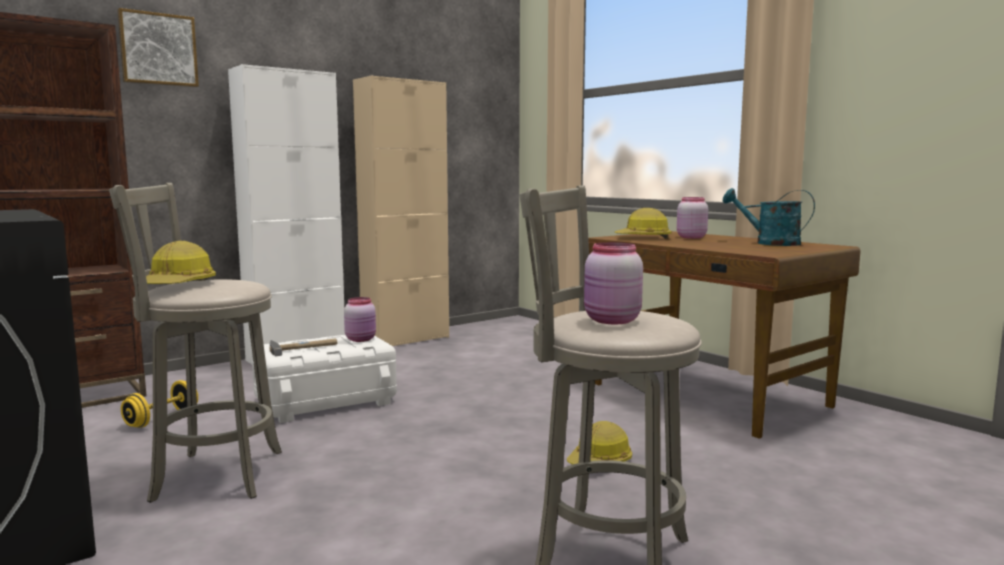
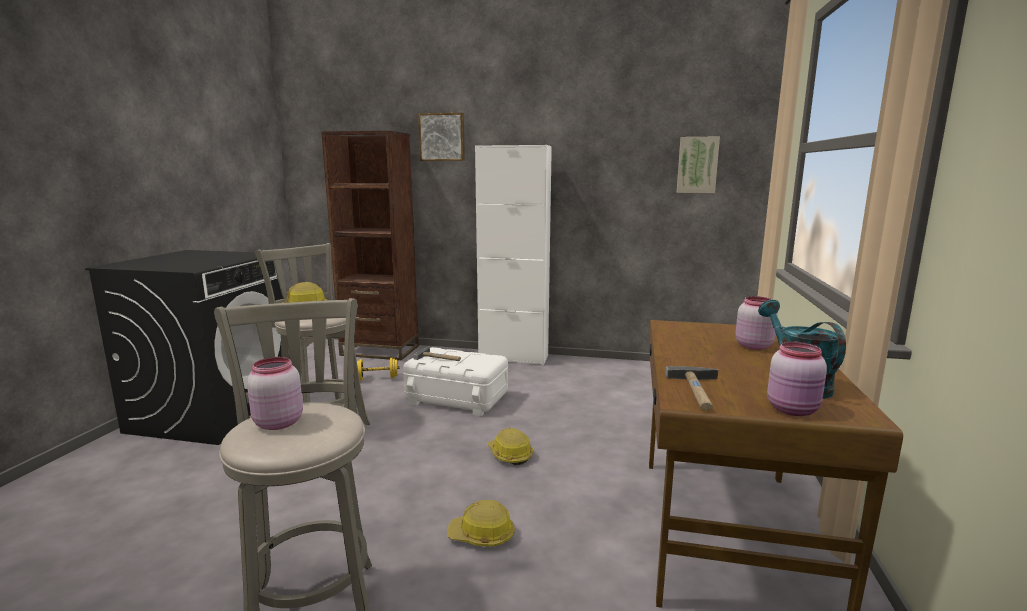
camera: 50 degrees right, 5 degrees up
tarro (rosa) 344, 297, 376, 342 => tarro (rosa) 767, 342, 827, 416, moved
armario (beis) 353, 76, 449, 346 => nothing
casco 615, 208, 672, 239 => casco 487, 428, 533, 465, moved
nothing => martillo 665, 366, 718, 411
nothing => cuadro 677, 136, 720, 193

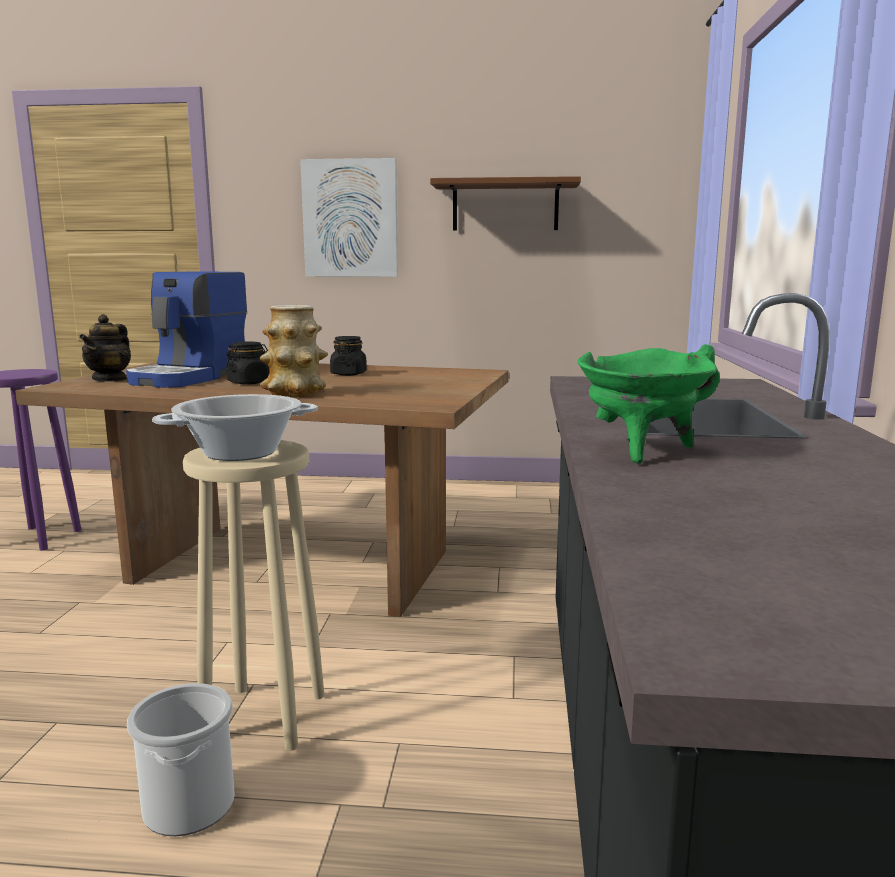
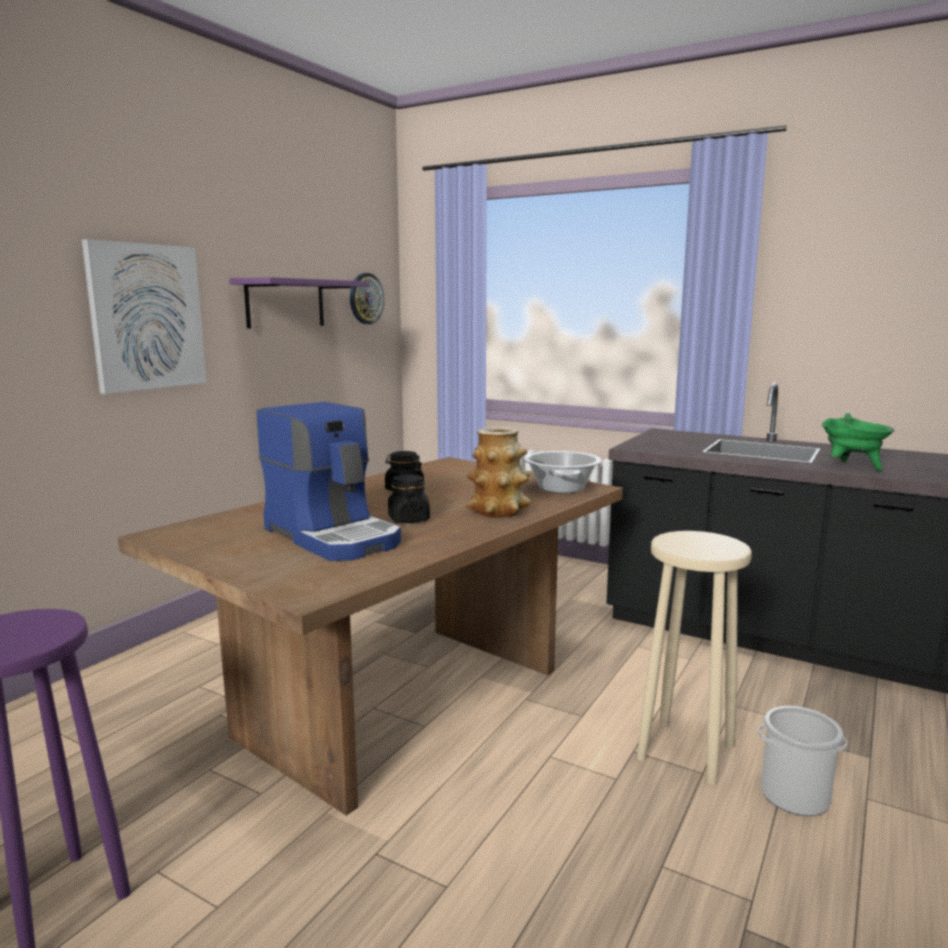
camera: 65 degrees left, 0 degrees up
tetera 79, 314, 131, 382 => nothing
olla 152, 394, 318, 461 => olla 524, 451, 602, 493, moved
estante (marrón) 430, 176, 581, 231 => estante (morado) 229, 277, 370, 329
nothing => reloj de pared 350, 273, 384, 324

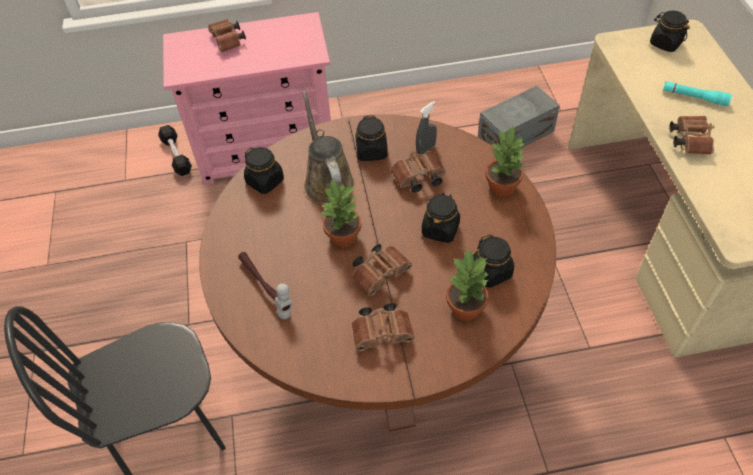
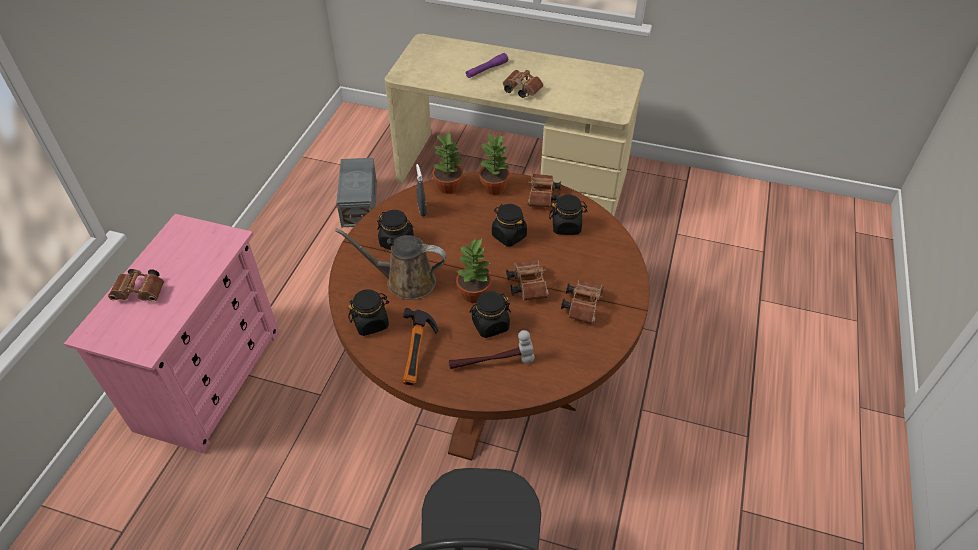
camera: 65 degrees left, 5 degrees down
mancuerna (negro) 158, 125, 192, 176 => nothing
prismáticos (marrón) 390, 151, 446, 193 => prismáticos (marrón) 528, 174, 561, 207, moved
planta en maceta 446, 249, 489, 321 => planta en maceta 432, 132, 463, 194, moved
tarro (negro) 650, 11, 690, 52 => tarro (negro) 469, 291, 511, 338, moved
linterna (turquesa) 663, 81, 732, 106 => linterna (morado) 466, 53, 508, 78
nothing => martillo 402, 308, 439, 386

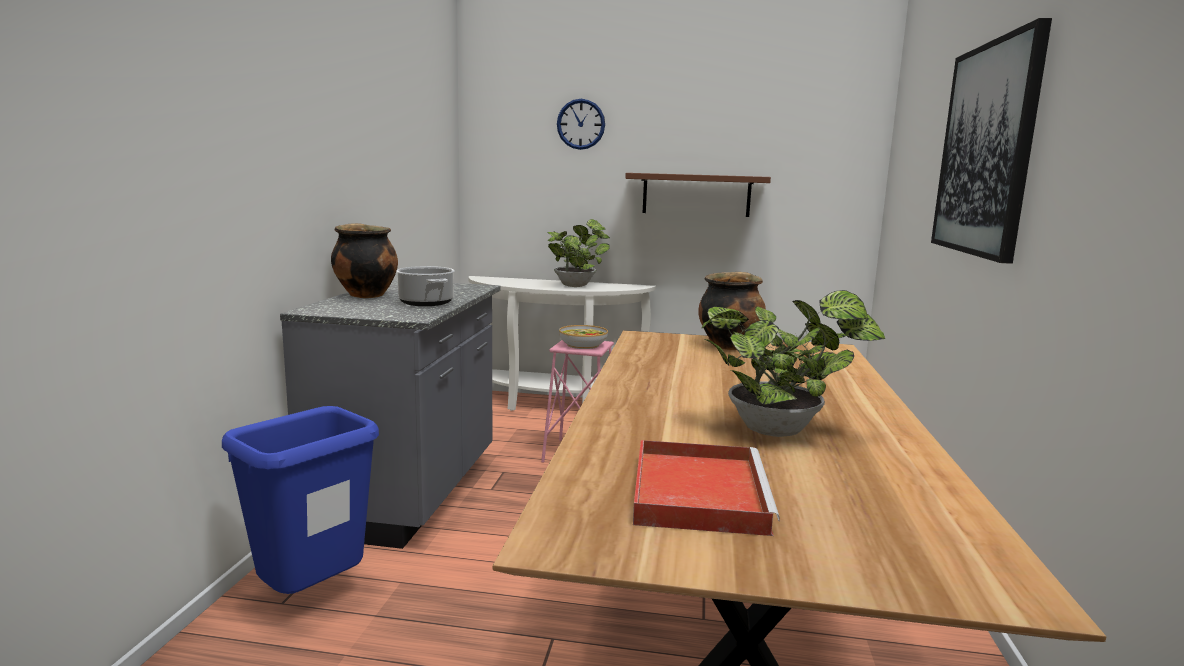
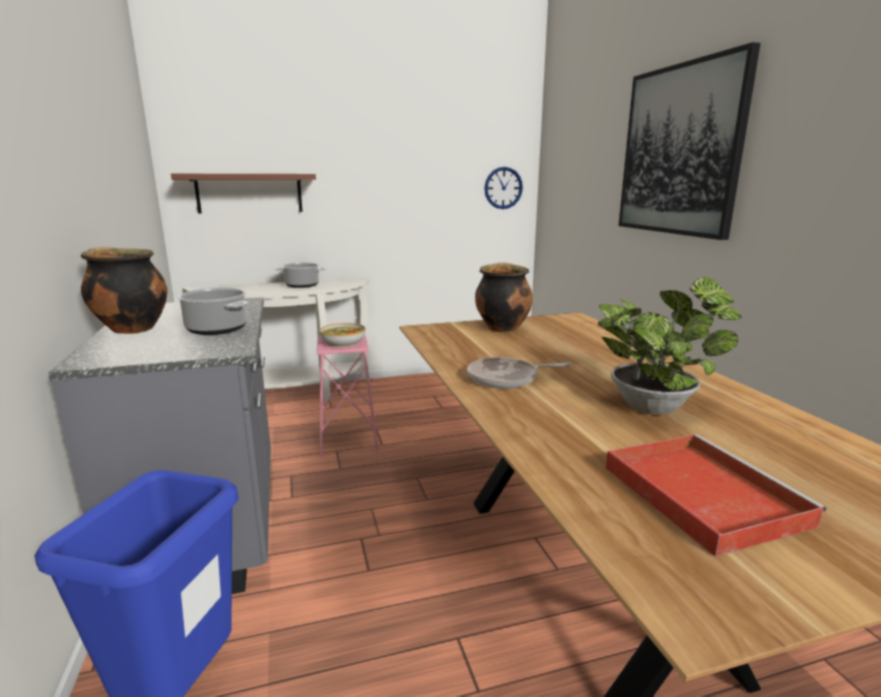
camera: 25 degrees left, 5 degrees up
planta en maceta 547, 219, 610, 287 => olla 275, 263, 326, 288
reloj de pared 557, 99, 605, 150 => reloj de pared 484, 167, 523, 209, moved
estante (marrón) 625, 173, 771, 217 => estante (marrón) 171, 174, 316, 213, moved
nothing => sartén 467, 357, 572, 389

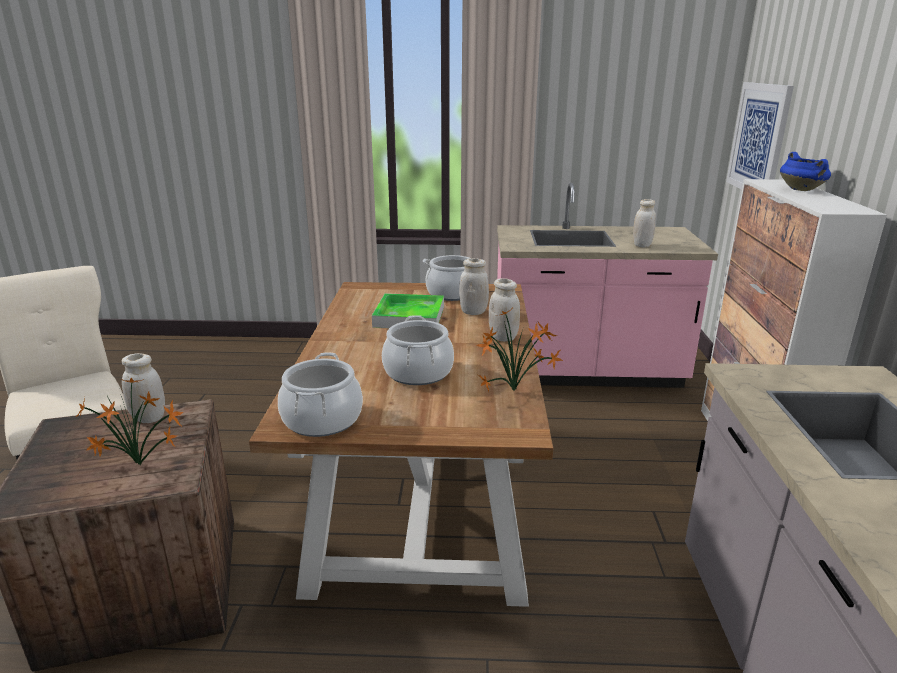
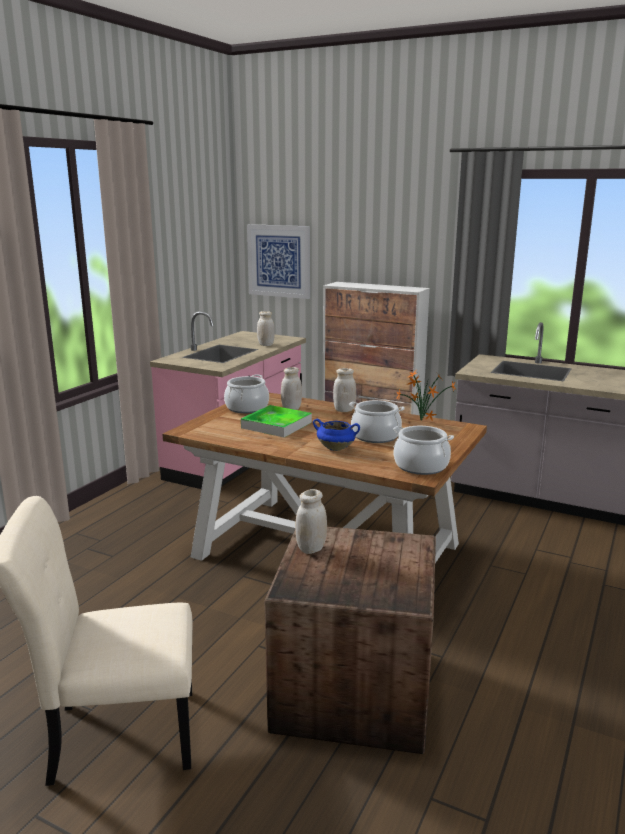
camera: 65 degrees left, 5 degrees down
planta en maceta 76, 378, 184, 465 => nothing
olla (azul) 780, 152, 831, 191 => olla (azul) 313, 419, 360, 451, moved

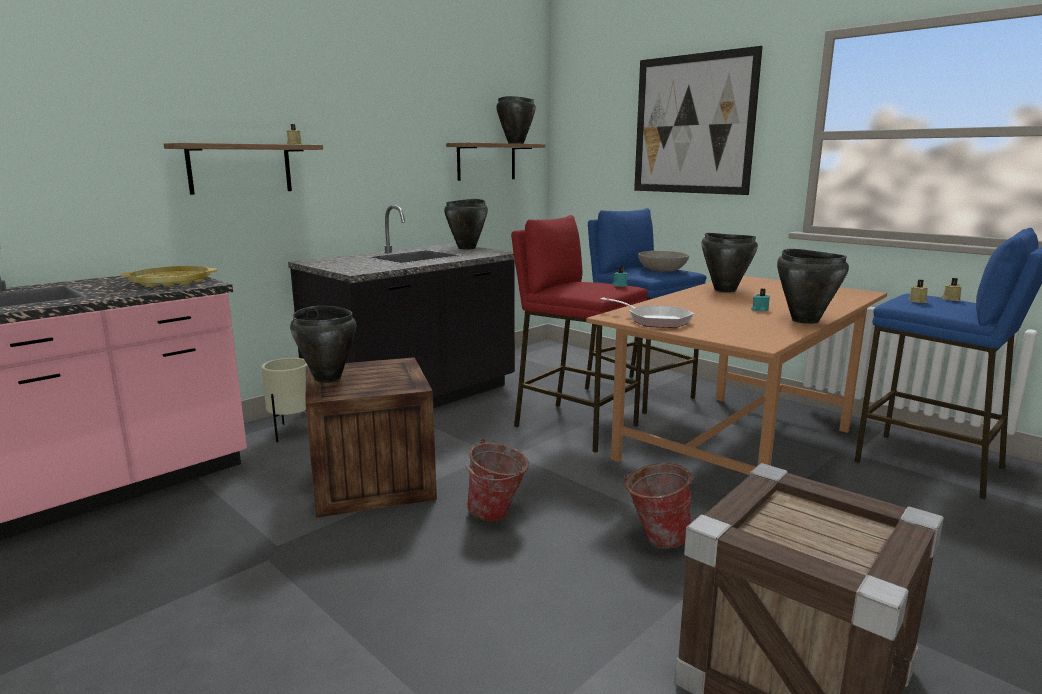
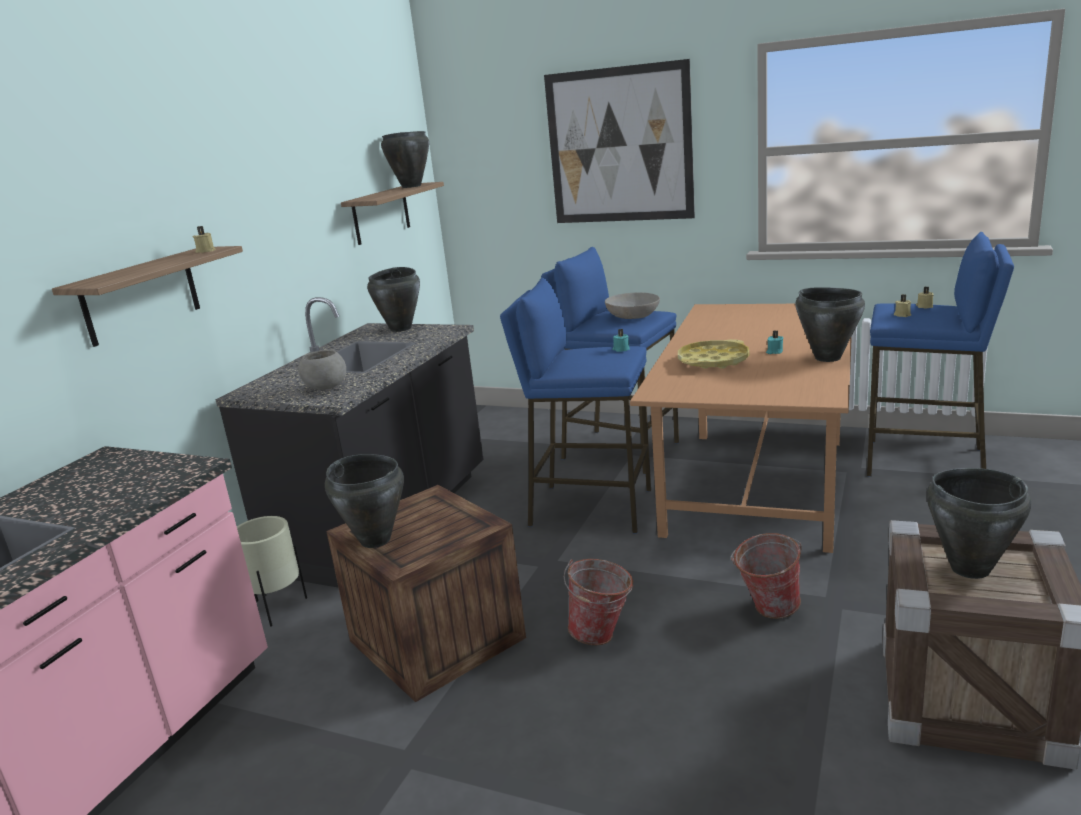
camera: 20 degrees left, 5 degrees up
bandeja (amarillo) 120, 266, 217, 287 => bandeja (amarillo) 678, 339, 750, 369, moved
taburete (rojo) 511, 215, 648, 453 => taburete (azul) 500, 278, 651, 534
sartén 600, 297, 694, 328 => nothing
olla (negro) 702, 233, 758, 293 => olla (negro) 926, 468, 1031, 579, moved
nothing => cuenco (gris) 298, 350, 346, 390

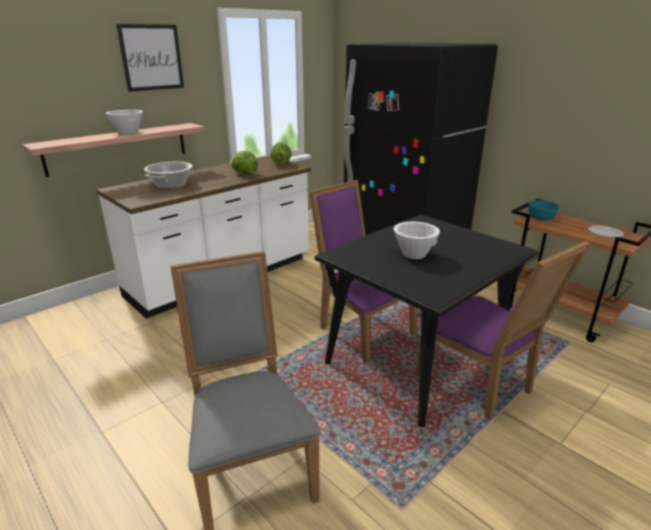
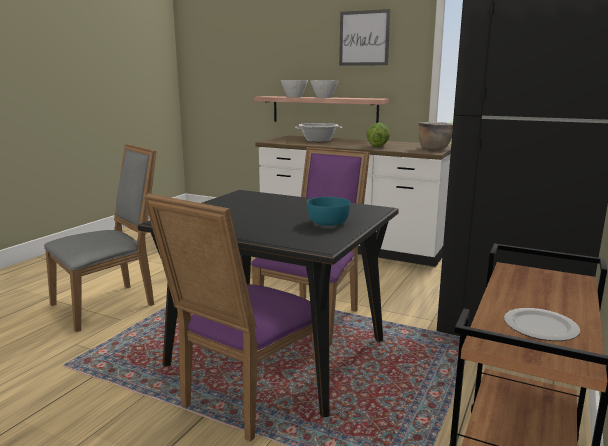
camera: 70 degrees right, 10 degrees down
lechuga 270, 142, 292, 165 => olla (marrón) 418, 122, 453, 150
cuenco (blanco) 393, 222, 440, 259 => cuenco (blanco) 281, 80, 308, 97, moved
cuenco (turquesa) 528, 200, 559, 221 => cuenco (turquesa) 307, 197, 351, 226, moved

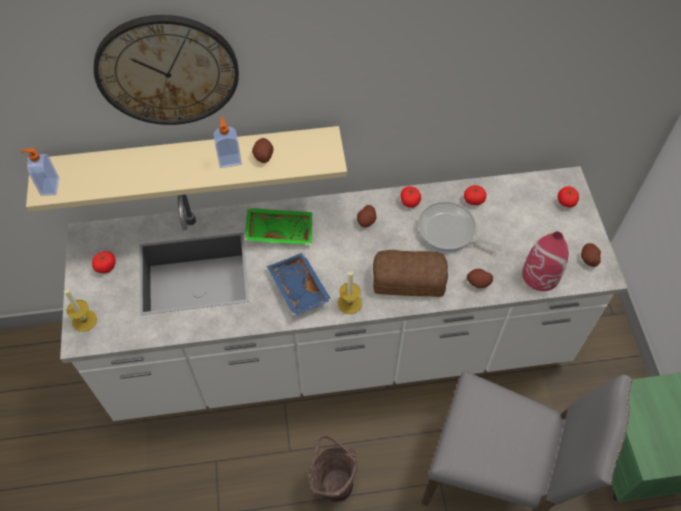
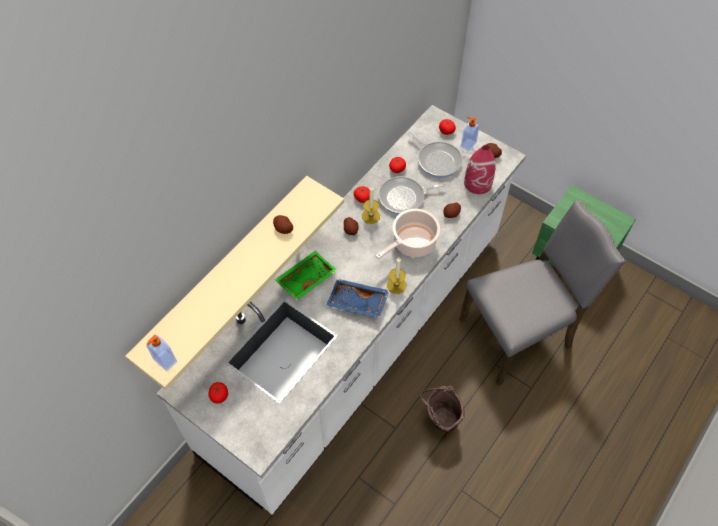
camera: 45 degrees left, 0 degrees up
vela 64, 287, 97, 332 => vela 362, 186, 380, 224, moved
reloj de pared 94, 15, 239, 125 => nothing
dispensador de jabón 213, 117, 242, 168 => dispensador de jabón 461, 117, 480, 152, moved
pan 373, 250, 448, 297 => olla 375, 209, 440, 259
nothing => sartén 408, 132, 462, 178

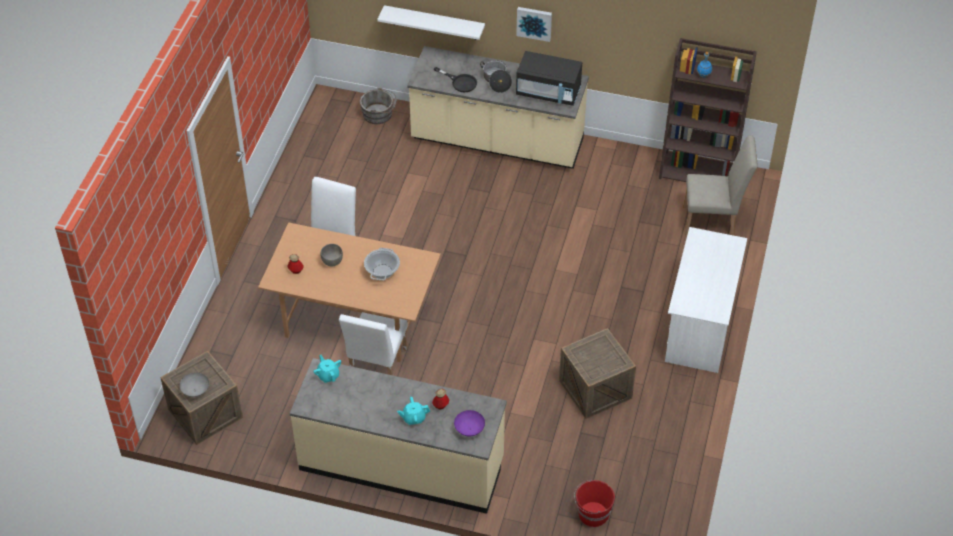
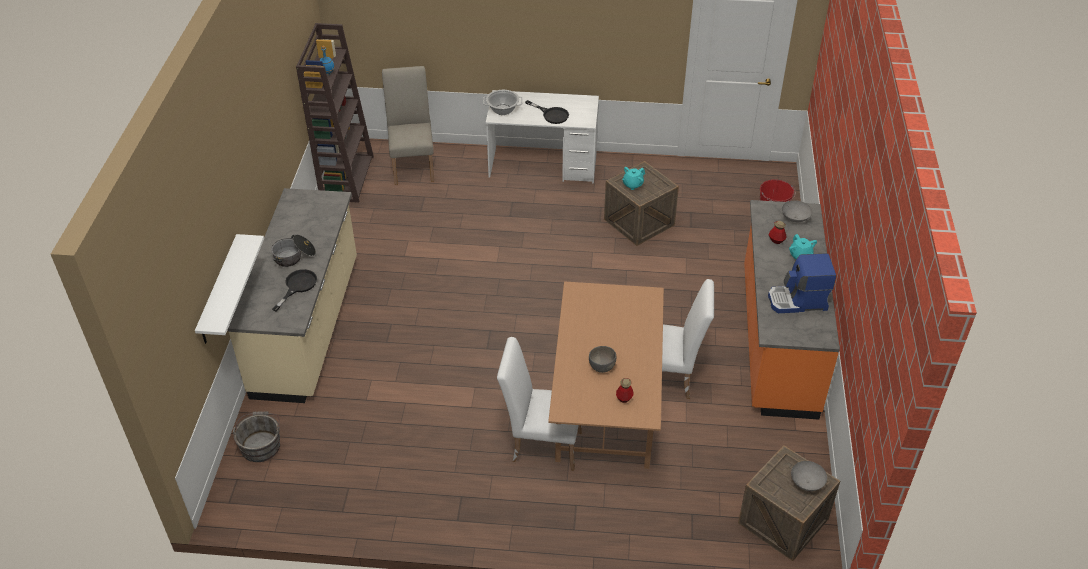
camera: 100 degrees left, 5 degrees down
mueble bajo de cocina (beis) 290, 358, 507, 514 => mueble bajo de cocina (naranja) 744, 200, 840, 420
tetera (turquesa) 313, 355, 341, 383 => tetera (turquesa) 622, 167, 645, 190, moved
olla 364, 248, 400, 281 => olla 483, 90, 522, 115, moved
cuenco (morado) 454, 410, 485, 436 => cuenco (gris) 782, 200, 812, 222
cuadro 516, 7, 552, 42 => nothing
microondas (negro) 516, 51, 582, 106 => nothing
nothing => sartén (negro) 525, 100, 569, 124
nothing => cafetera 768, 253, 836, 313

